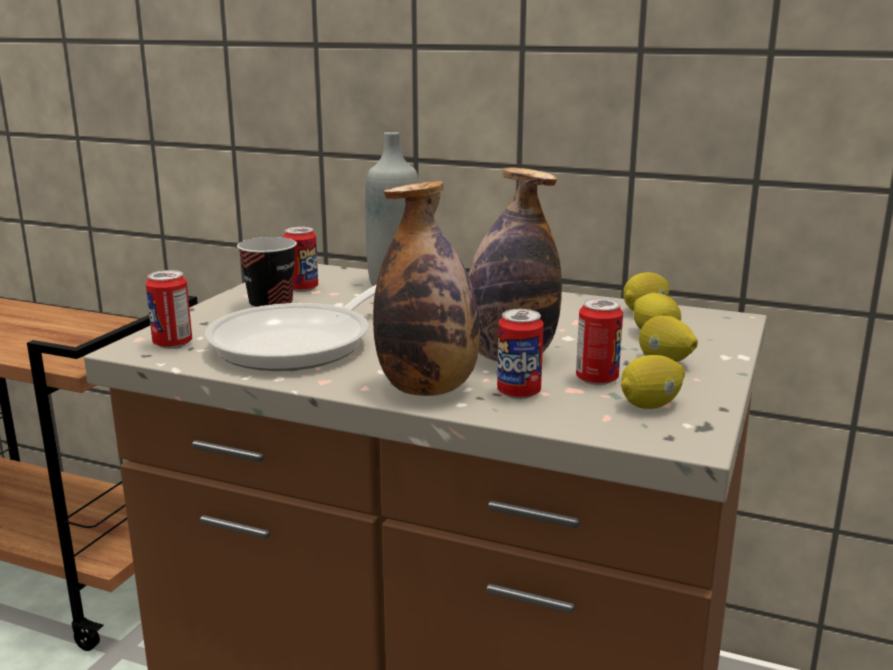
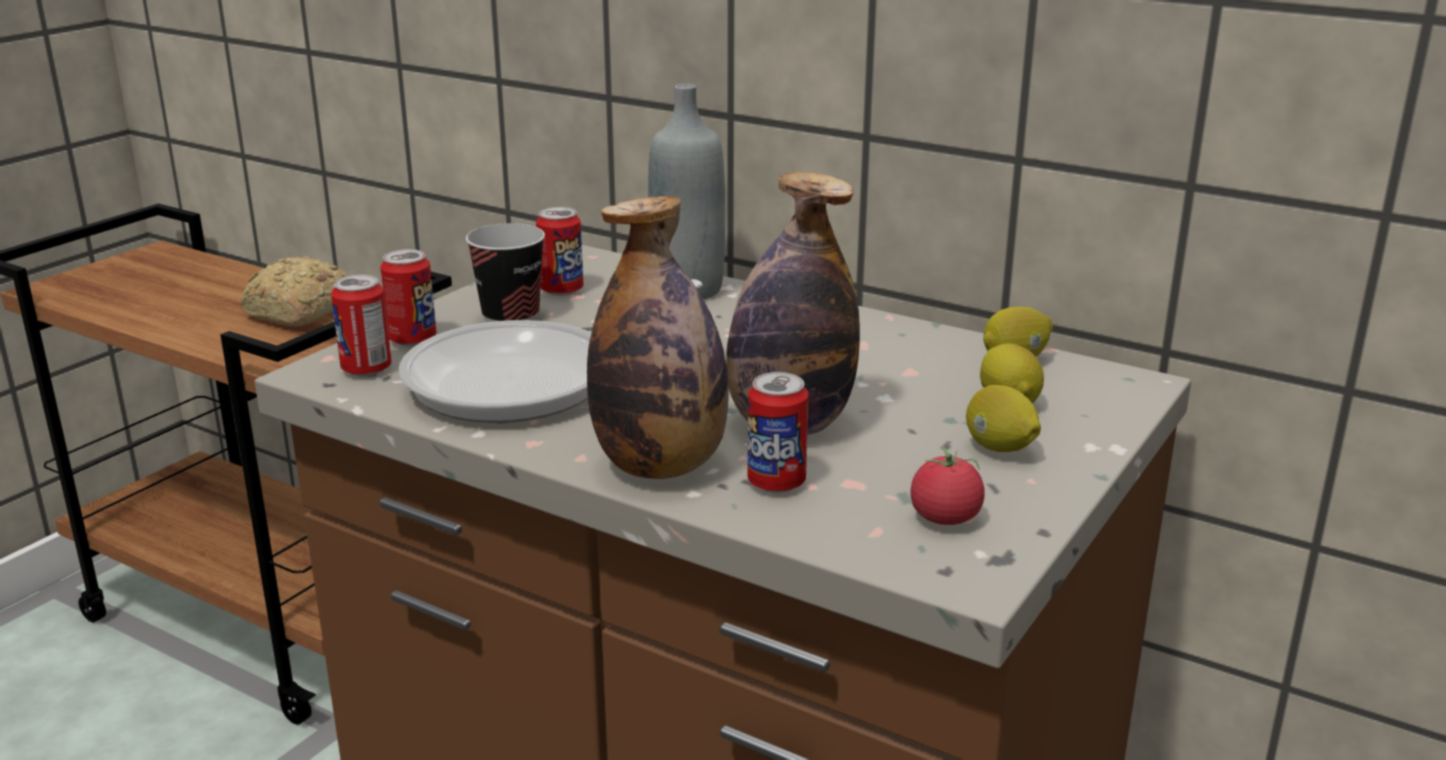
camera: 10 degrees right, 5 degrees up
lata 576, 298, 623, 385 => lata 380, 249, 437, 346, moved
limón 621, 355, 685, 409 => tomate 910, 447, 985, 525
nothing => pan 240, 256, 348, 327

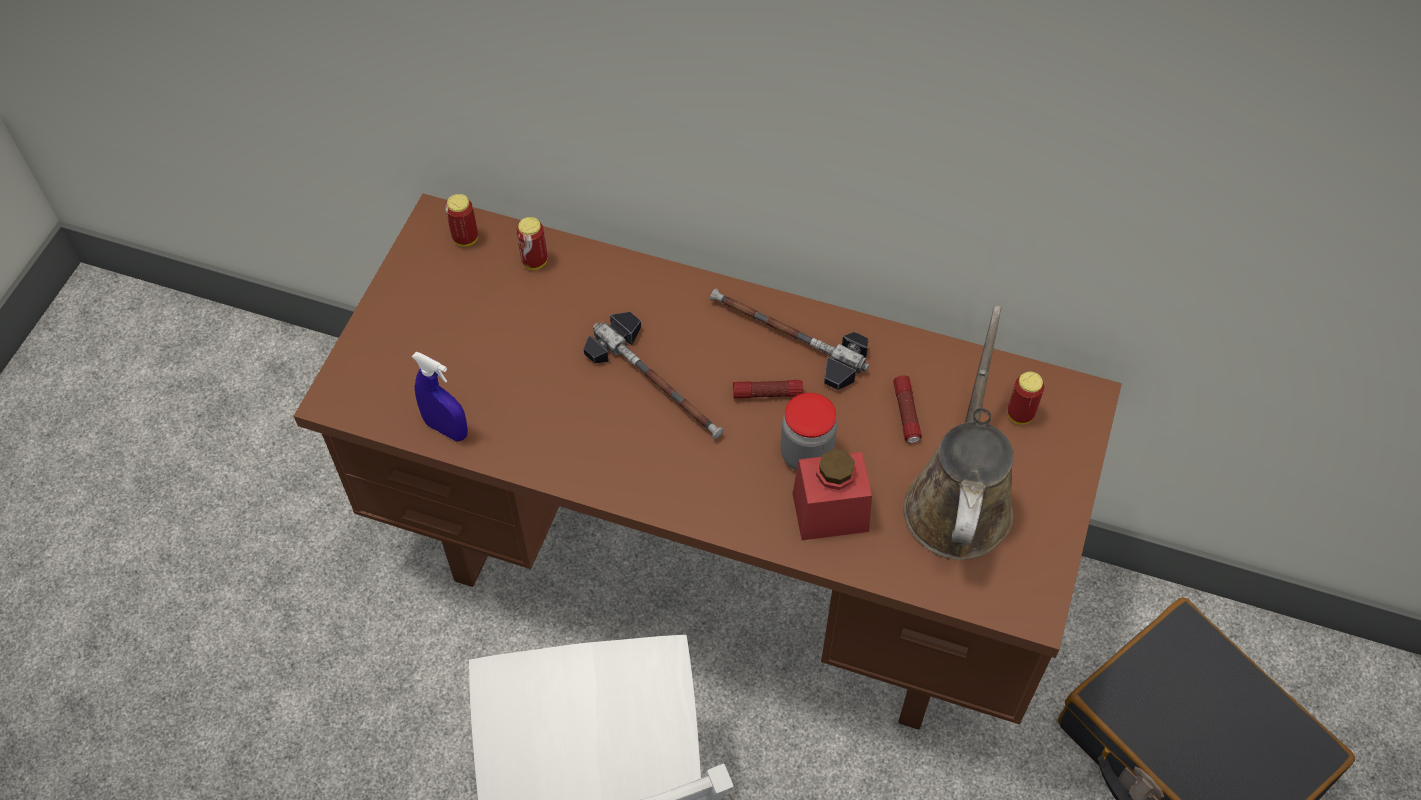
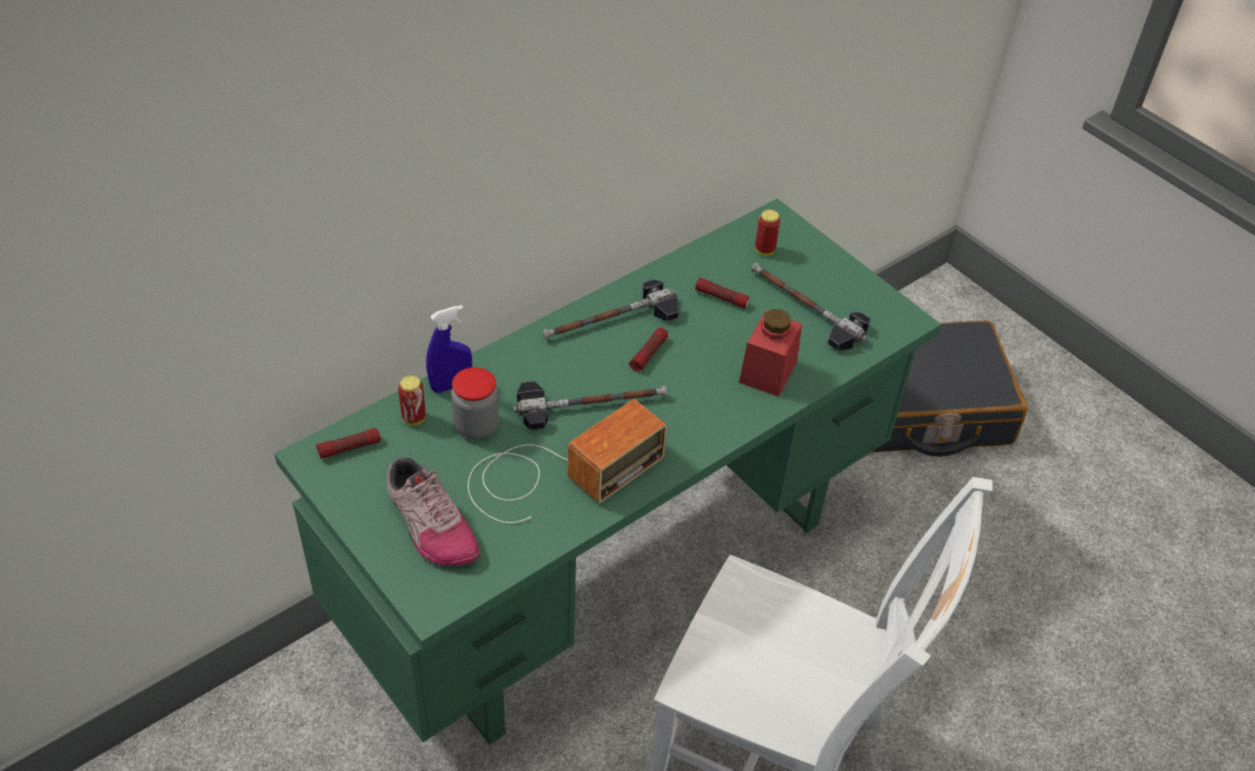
camera: 60 degrees left, 10 degrees down
escritorio (marrón) 294, 194, 1122, 730 => escritorio (verde) 274, 199, 941, 745
pulverizador (azul) 412, 352, 468, 442 => pulverizador (azul) 426, 305, 472, 393, moved
lata 445, 194, 478, 247 => linterna 317, 428, 381, 459
tarro 780, 393, 837, 471 => tarro 451, 367, 499, 439, moved
regadera (marrón) 903, 306, 1014, 560 => martillo 751, 263, 870, 350
nothing => zapato 387, 456, 479, 566
nothing => radio 468, 399, 667, 524

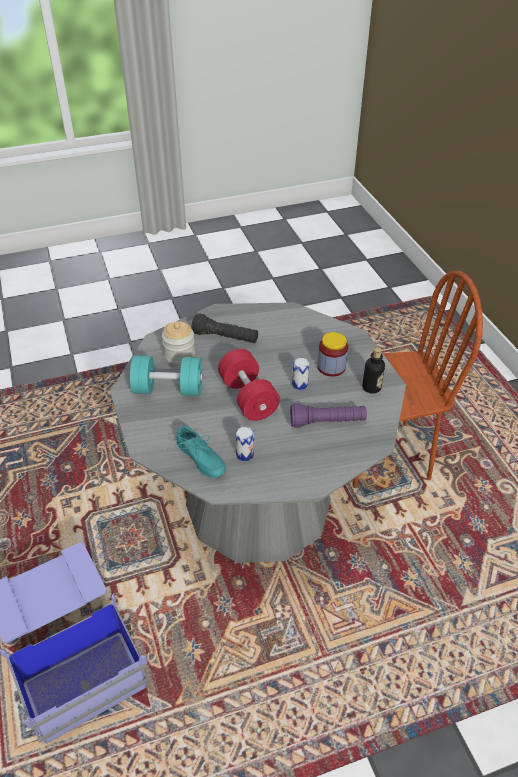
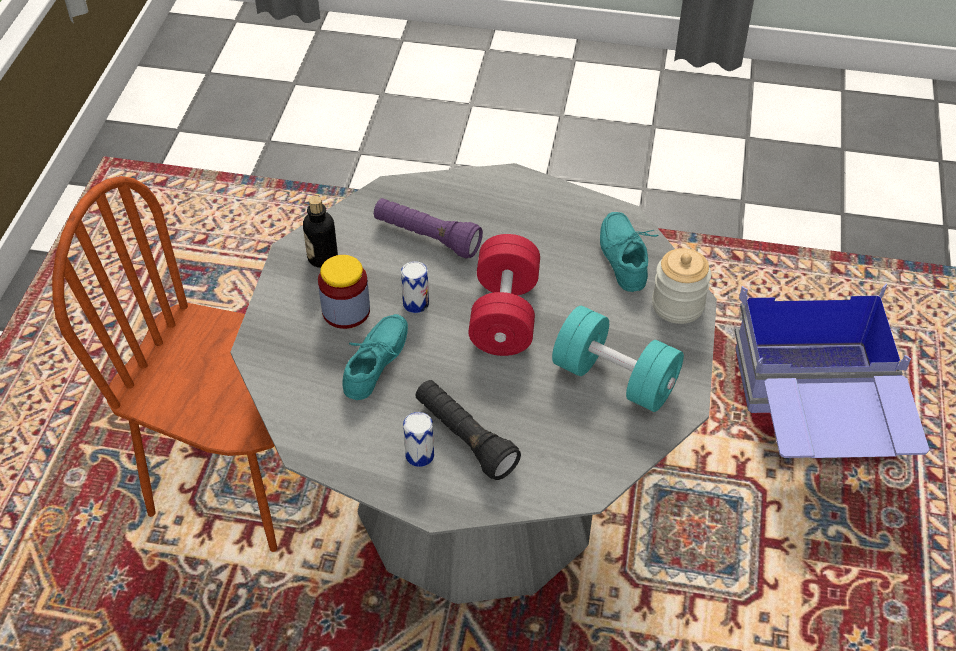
camera: 150 degrees left, 5 degrees up
tarro 162, 321, 195, 366 => tarro 652, 248, 711, 324, moved
lata 236, 427, 254, 461 => lata 403, 412, 434, 467, moved
nothing => zapato (turquesa) 342, 314, 408, 400

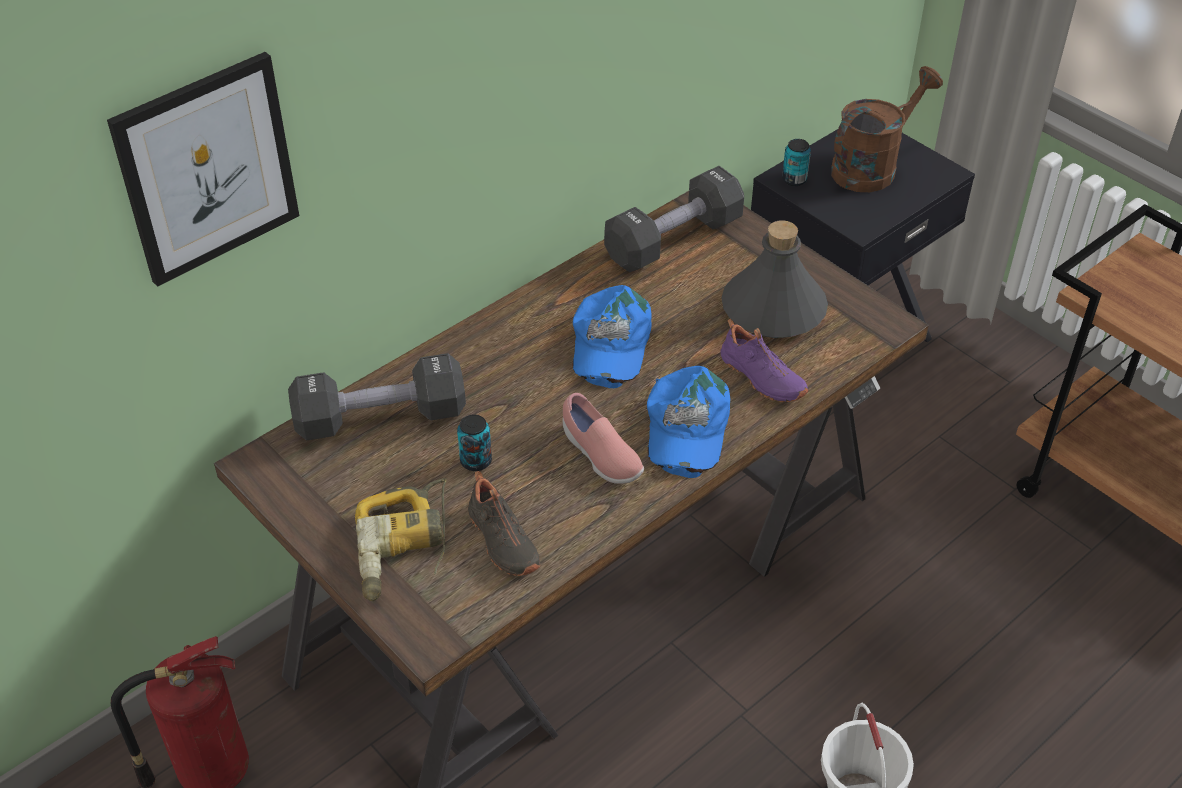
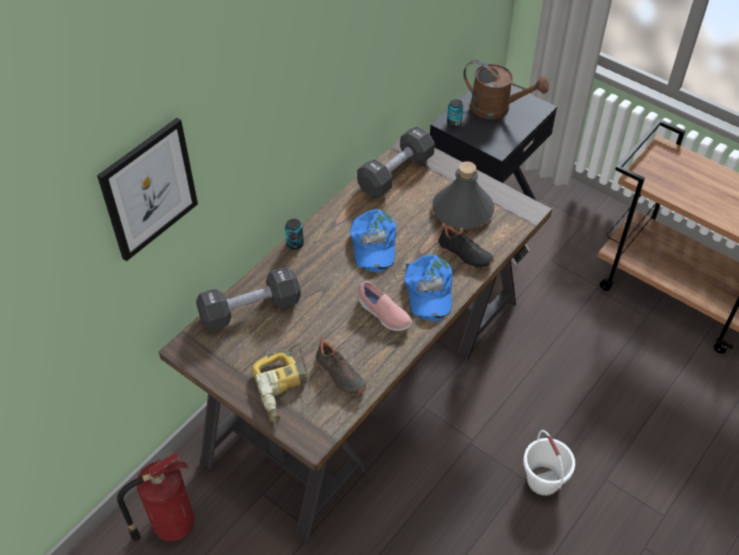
camera: 10 degrees left, 5 degrees up
lata 457, 414, 492, 471 => lata 285, 219, 304, 250, moved
zapato (morado) 720, 319, 808, 402 => zapato (negro) 439, 223, 494, 268
regadera (marrón) 831, 66, 943, 192 => regadera (marrón) 464, 60, 549, 119, 75 degrees clockwise

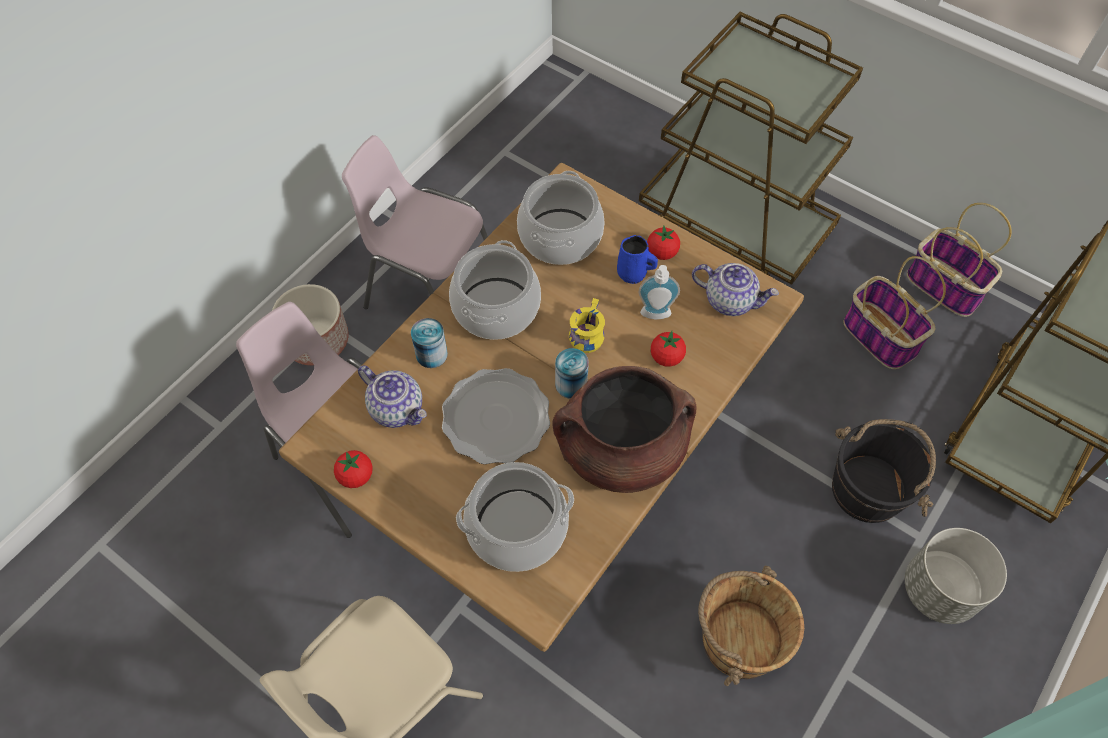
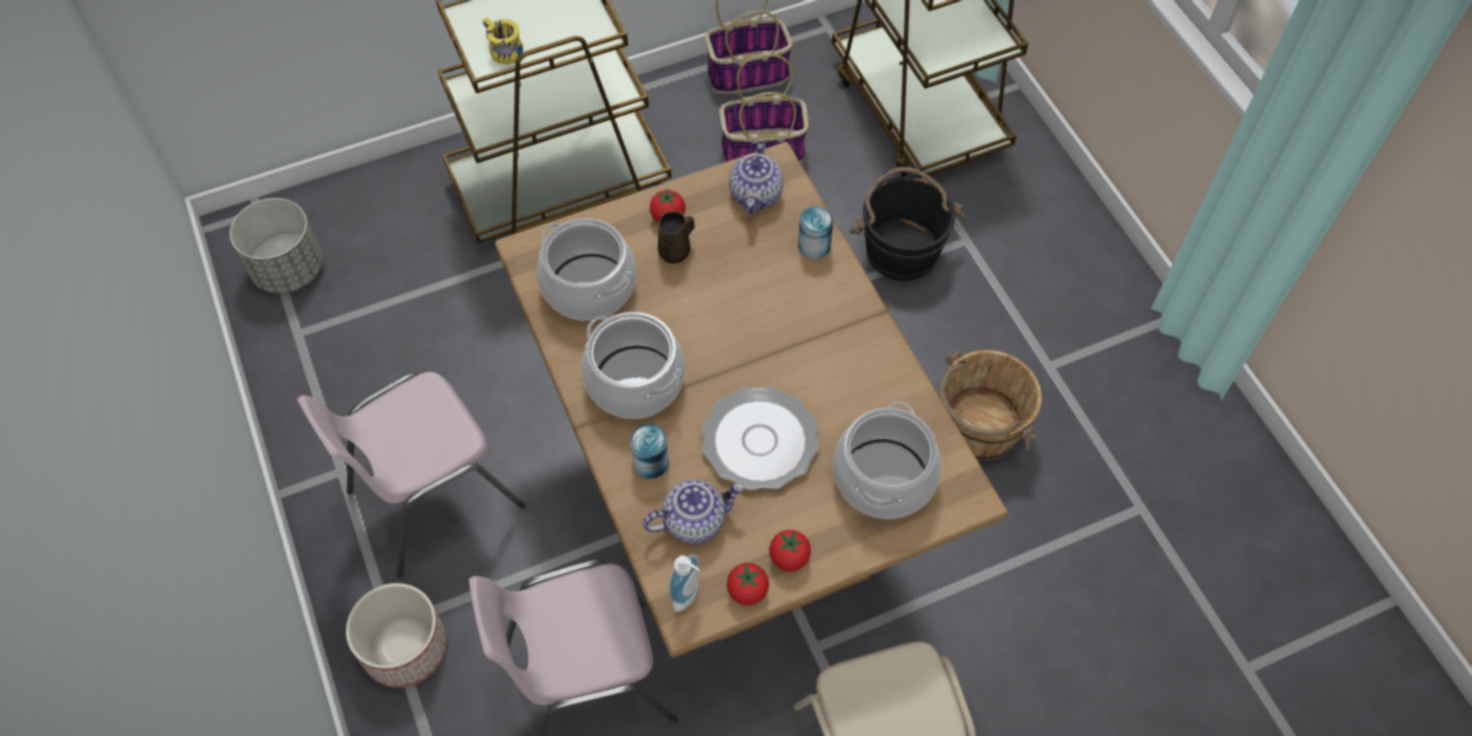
camera: 60 degrees left, 0 degrees up
olla (marrón) 552, 366, 697, 493 => nothing
lata 555, 348, 589, 398 => lata 798, 206, 833, 259, moved
taza grande (amarillo) 569, 298, 605, 353 => taza grande (amarillo) 482, 18, 523, 64, moved
taza grande (azul) 617, 235, 658, 284 => taza grande (marrón) 658, 211, 695, 264
dispensador de jabón 639, 265, 680, 320 => dispensador de jabón 669, 554, 700, 612, moved
tomate 651, 331, 686, 367 => tomate 769, 530, 811, 571, moved
tetera 692, 263, 779, 316 => tetera 729, 139, 784, 214, 135 degrees clockwise
maceta (gris) 905, 528, 1007, 624 => maceta (gris) 230, 198, 323, 293, moved

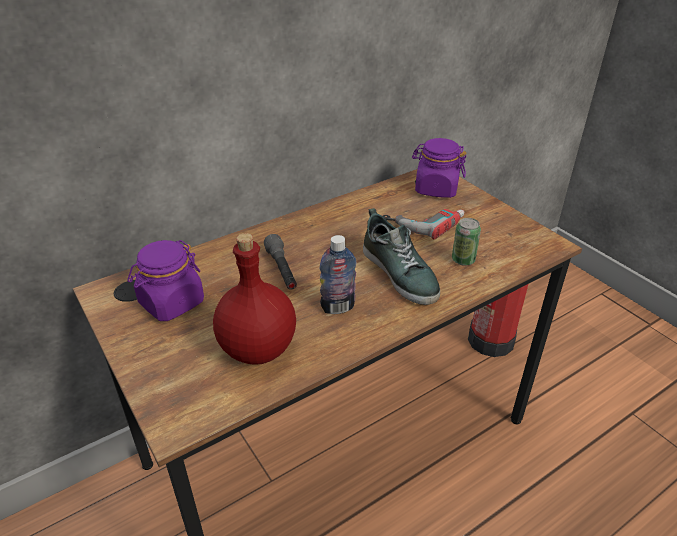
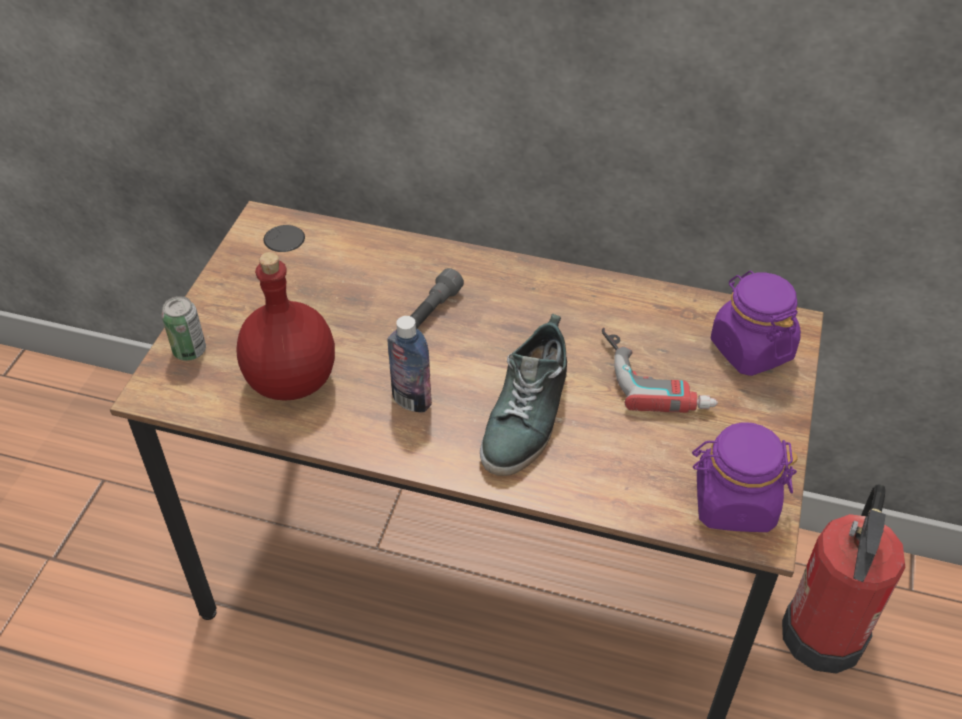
camera: 50 degrees right, 10 degrees up
tarro (morado) 128, 240, 204, 321 => tarro (morado) 692, 422, 798, 532, moved
lata 452, 218, 481, 266 => lata 161, 296, 206, 361, moved

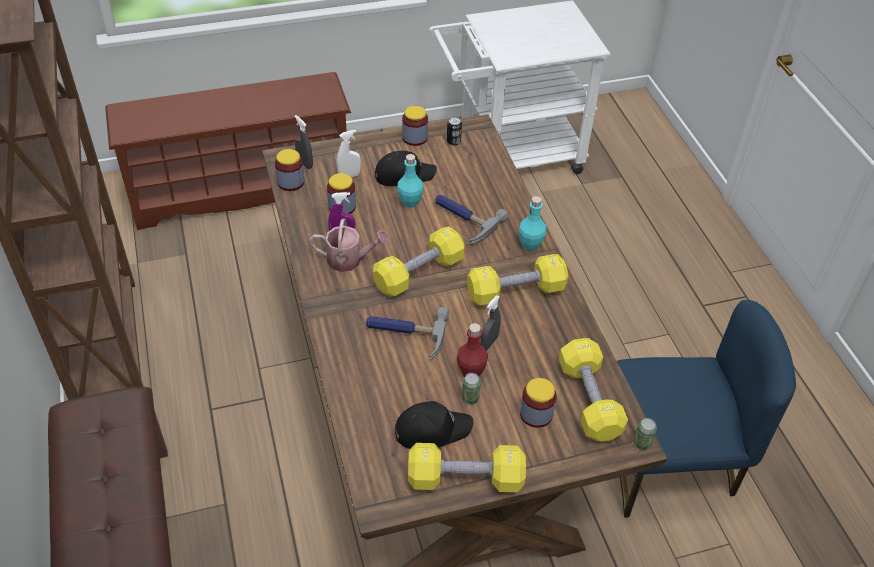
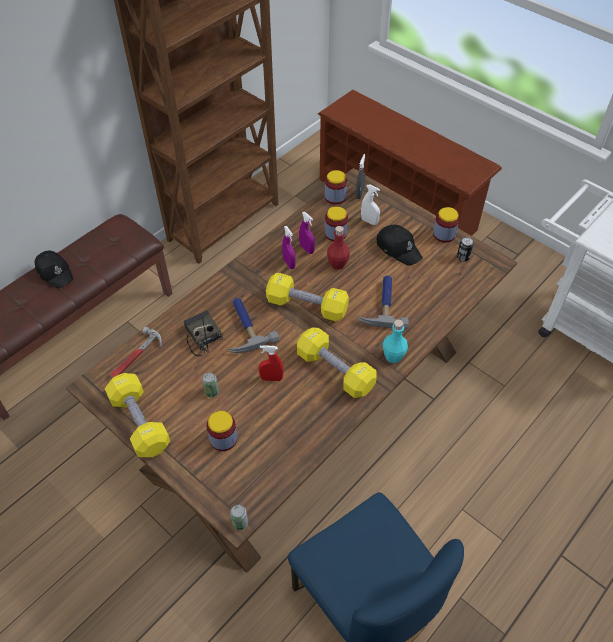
camera: 60 degrees right, 5 degrees up
regadera 309, 219, 390, 272 => pulverizador (morado) 282, 226, 296, 269
gorra (negro) 395, 401, 473, 449 => gorra (negro) 35, 251, 74, 289, moved
botella (turquesa) 397, 154, 423, 208 => nothing
botella (rojo) 457, 323, 488, 377 => botella (rojo) 327, 226, 350, 270, moved
pulverizador (gris) 480, 295, 501, 350 => pulverizador (rojo) 258, 345, 284, 381
mancuerna (amarillo) 559, 338, 628, 442 => nothing
nothing => martillo 110, 327, 162, 378
nothing => radio 184, 310, 223, 356

